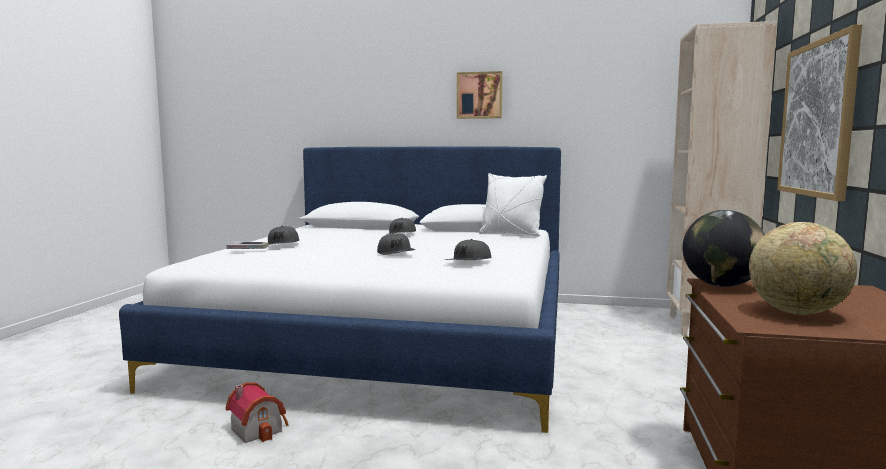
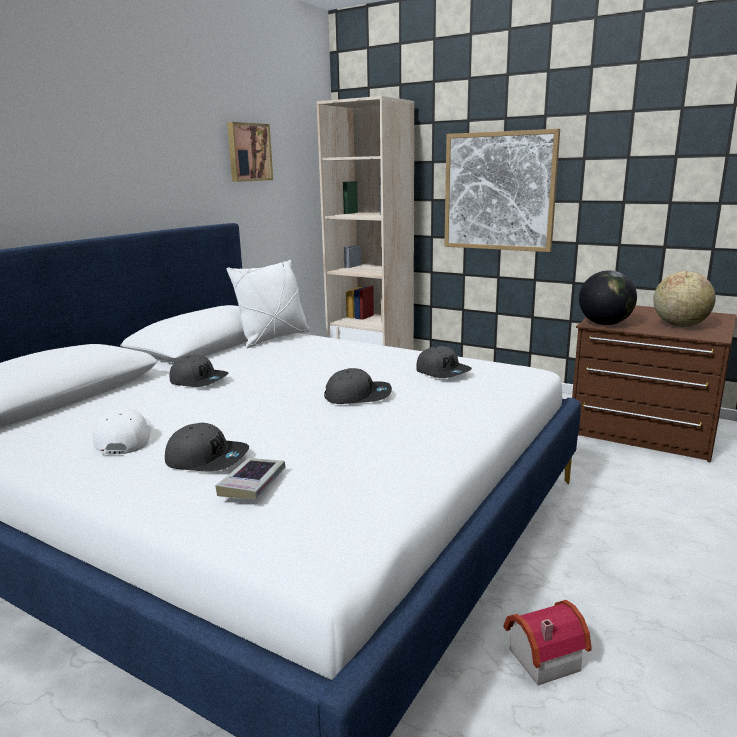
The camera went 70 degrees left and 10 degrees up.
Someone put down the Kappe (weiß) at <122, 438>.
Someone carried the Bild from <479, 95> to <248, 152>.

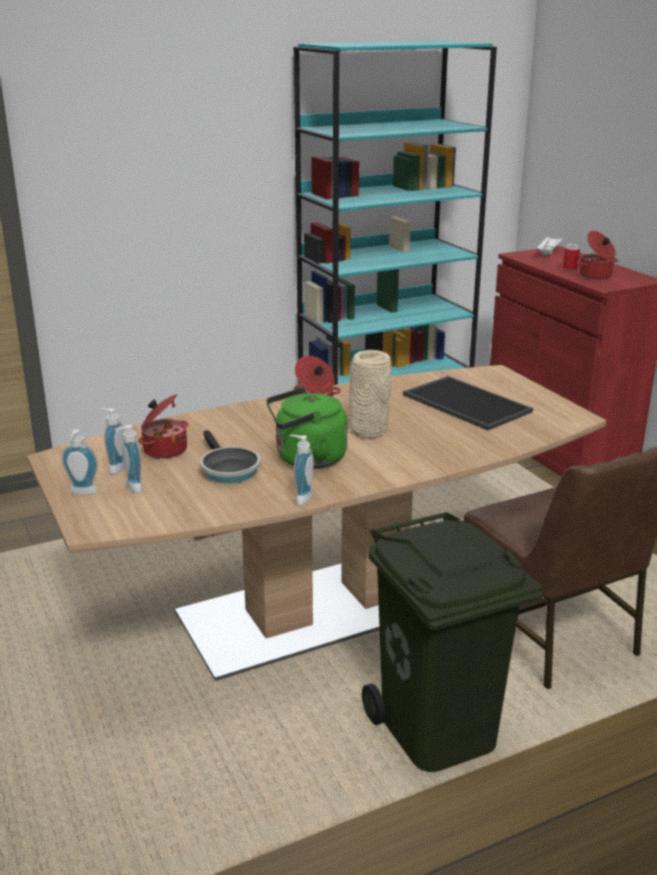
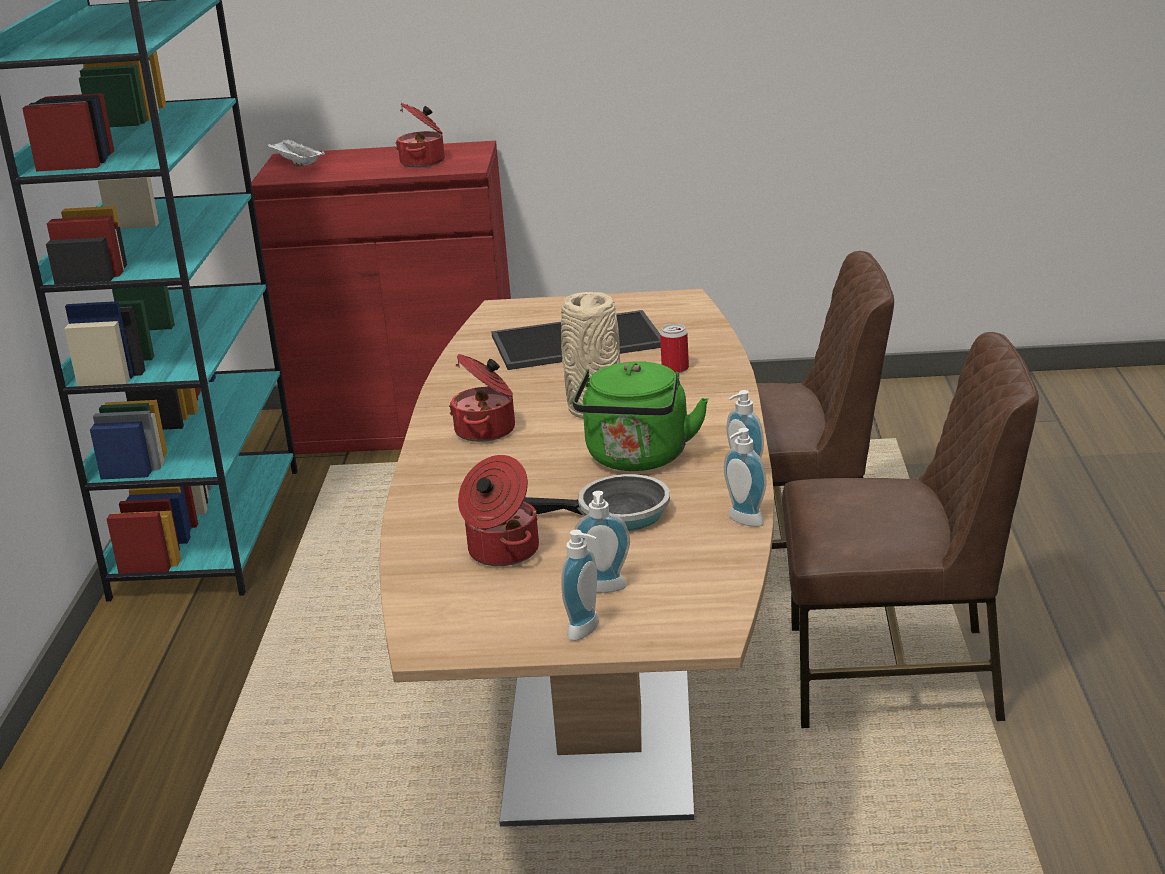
The camera went 60 degrees left and 0 degrees up.
Someone carried the Dose from <570, 269> to <675, 369>.
Someone carried the Seifenspender from <114, 468> to <743, 522>.
Someone swapped the Mülleimer (grün) at <436, 731> for the Stuhl (braun) at <898, 675>.

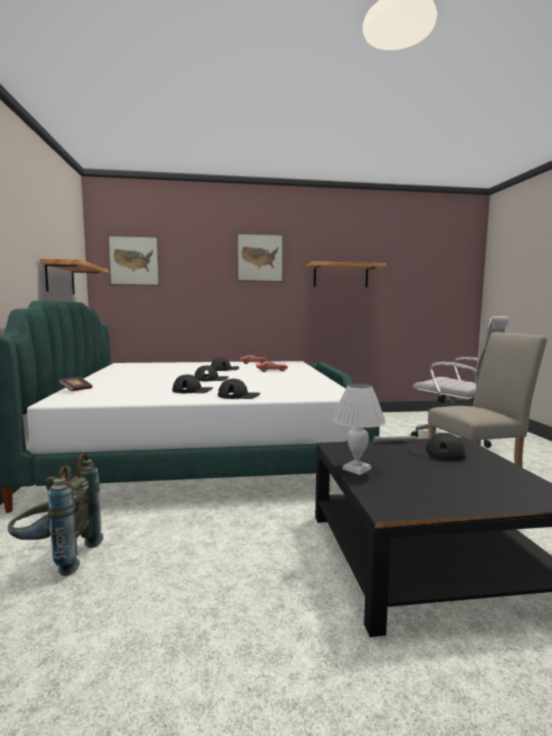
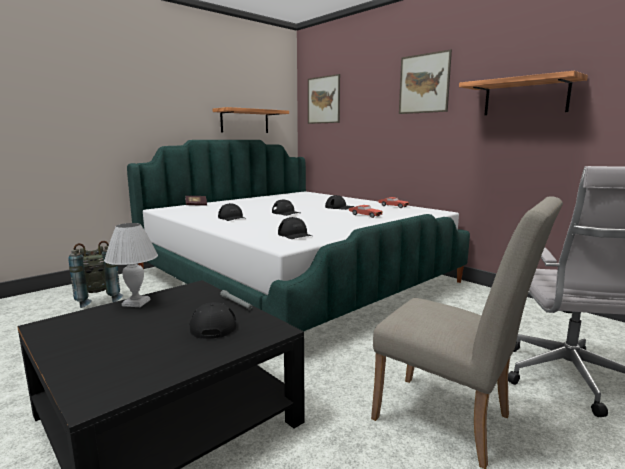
The camera went 55 degrees right and 5 degrees up.
Someone carried the Kappe (schwarz) from <239, 396> to <295, 235>.

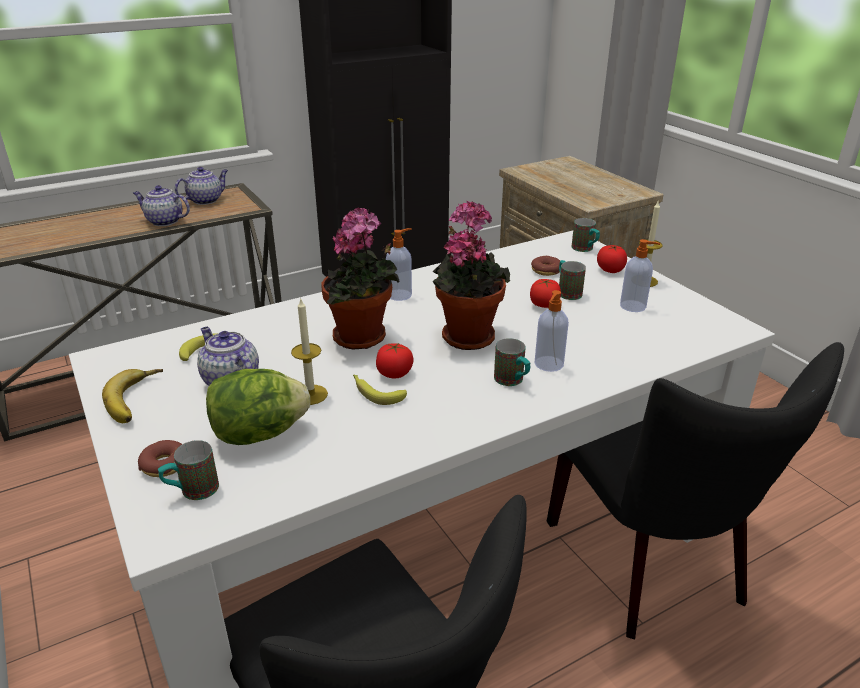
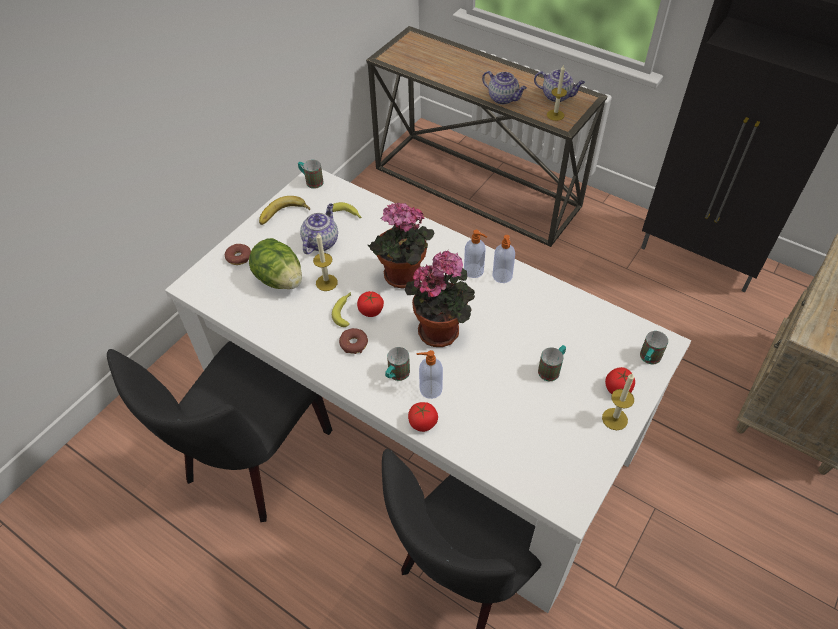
The camera went 65 degrees right and 20 degrees up.
Someone carried the Henkelbecher from <192, 491> to <311, 181>.
Someone carried the Donut from <546, 271> to <353, 344>.
Someone carried the Tomate from <544, 305> to <423, 422>.
Someone rotated the Teekanne at <164, 221> by 135 degrees clockwise.
Someone carried the Seifenspender from <634, 306> to <502, 276>.
Someone put down the Kerze at <555, 115>.

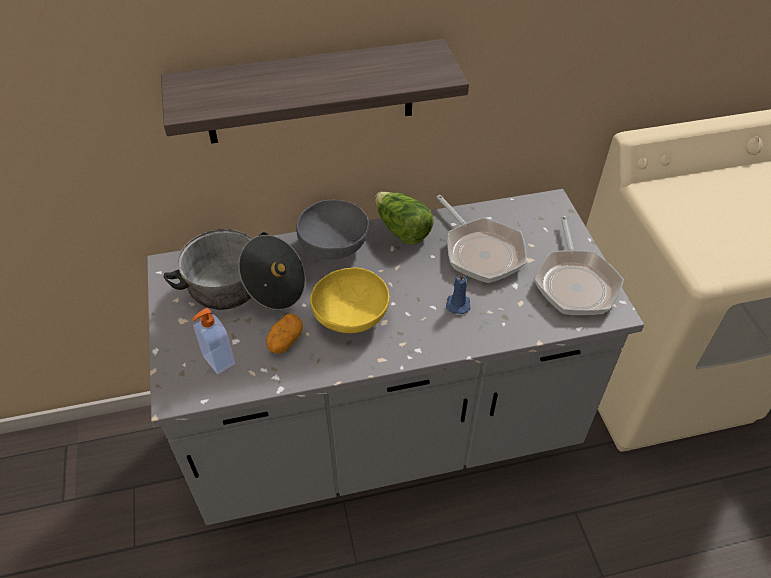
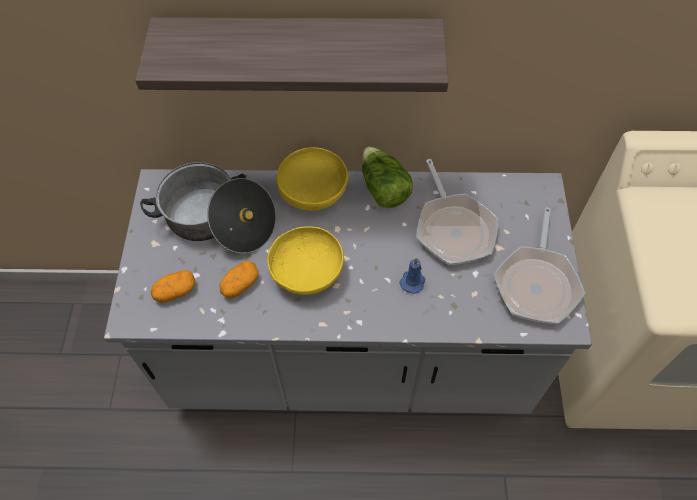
The camera went 15 degrees right and 10 degrees up.
Someone swapped the Seifenspender at <218, 360> for the Kartoffel at <175, 291>.
Someone repainted the Schüssel (grau) at <334, 244>, which became the Schüssel (gelb) at <314, 192>.

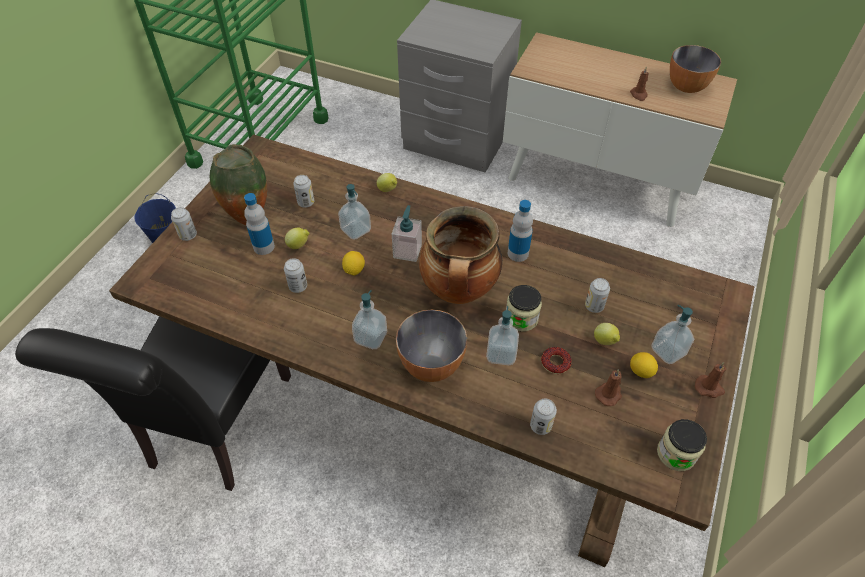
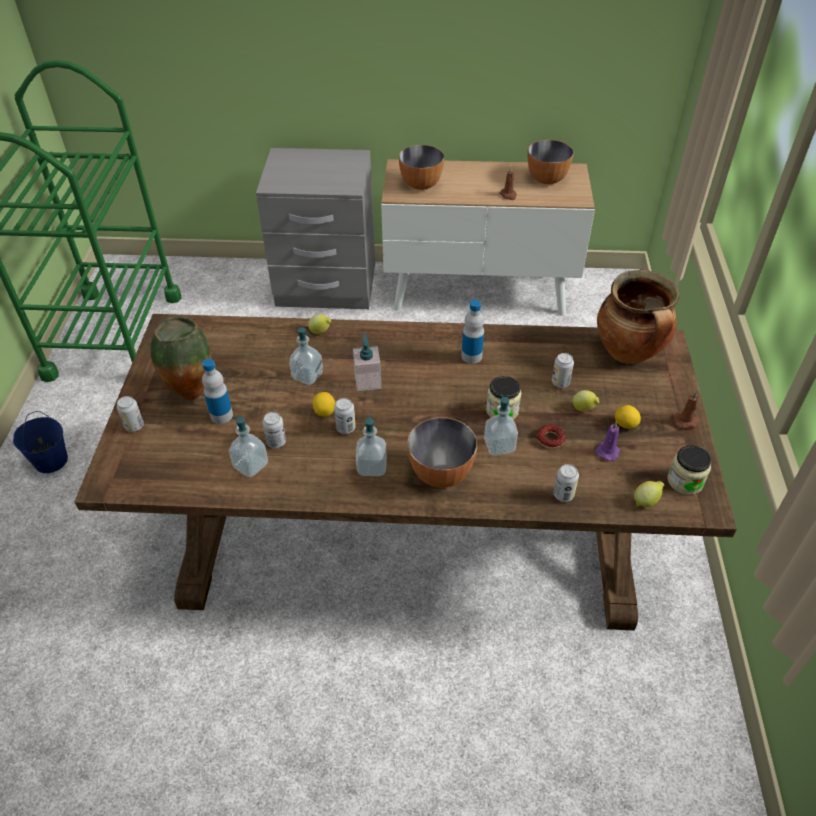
The camera went 20 degrees left and 5 degrees down.
Someone carried the Seifenspender from <668, 351> to <251, 465>.
Someone carried the Dose from <306, 202> to <346, 428>.
Someone put down the Schüssel at <421, 185>.
Someone repainted the Kerze (braun) at <609, 394>, which became the Kerze (lila) at <608, 451>.
Someone carried the Kochtopf from <459, 291> to <630, 354>.
Someone carried the Zitrone from <299, 245> to <646, 501>.
Someone took away the Stuhl (schwarz) at <215, 428>.

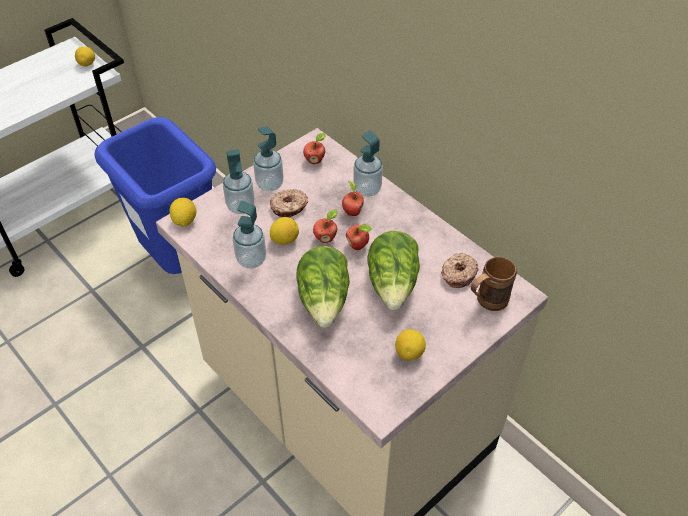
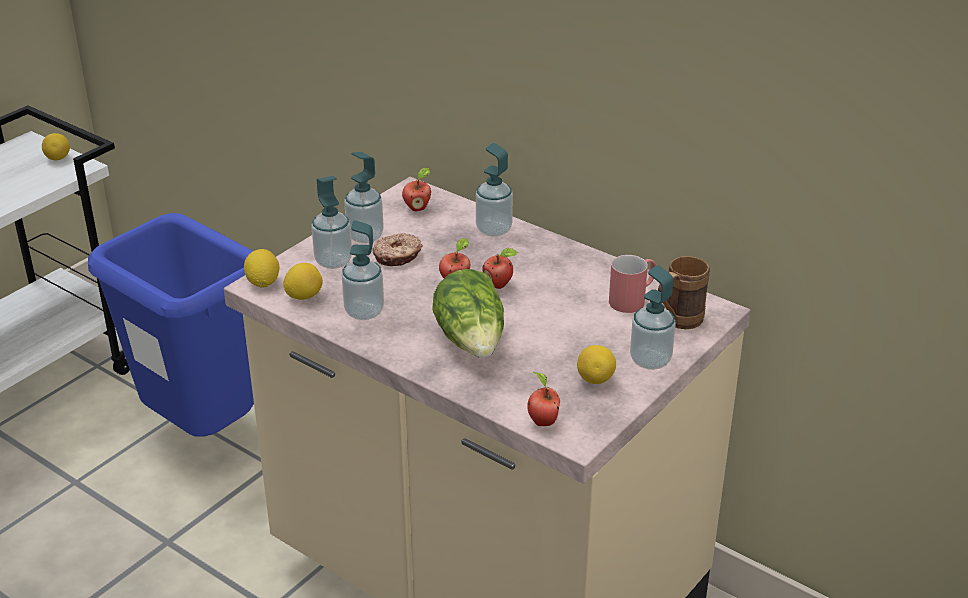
The camera went 10 degrees left and 15 degrees down.
Someone carried the Zitrone from <284, 240> to <304, 296>.
Someone carried the Apfel from <352, 212> to <542, 421>.
Someone swapped the Donut at <458, 274> for the Henkelbecher (rot) at <633, 299>.
Someone put down the Seifenspender at <650, 360>.
Someone took away the Salatkopf at <393, 284>.

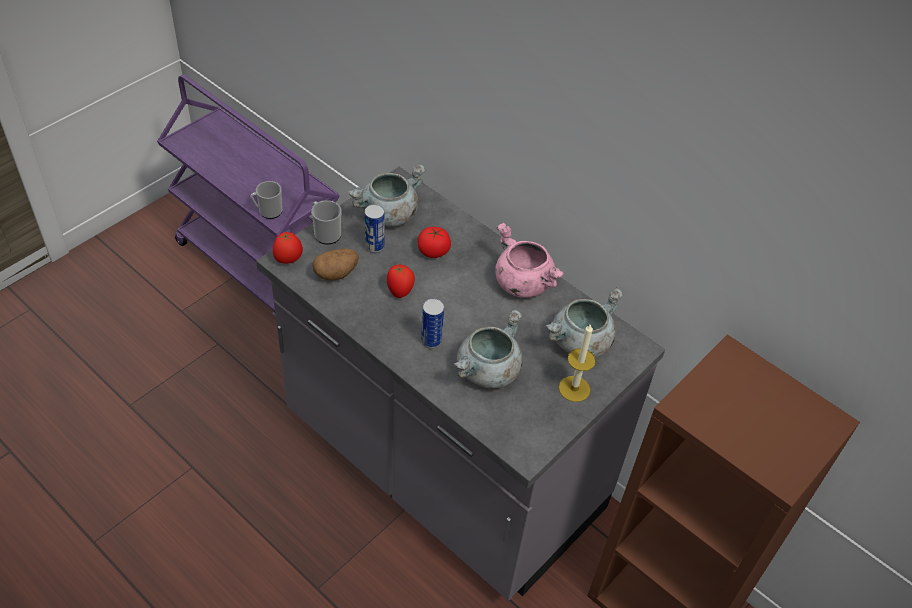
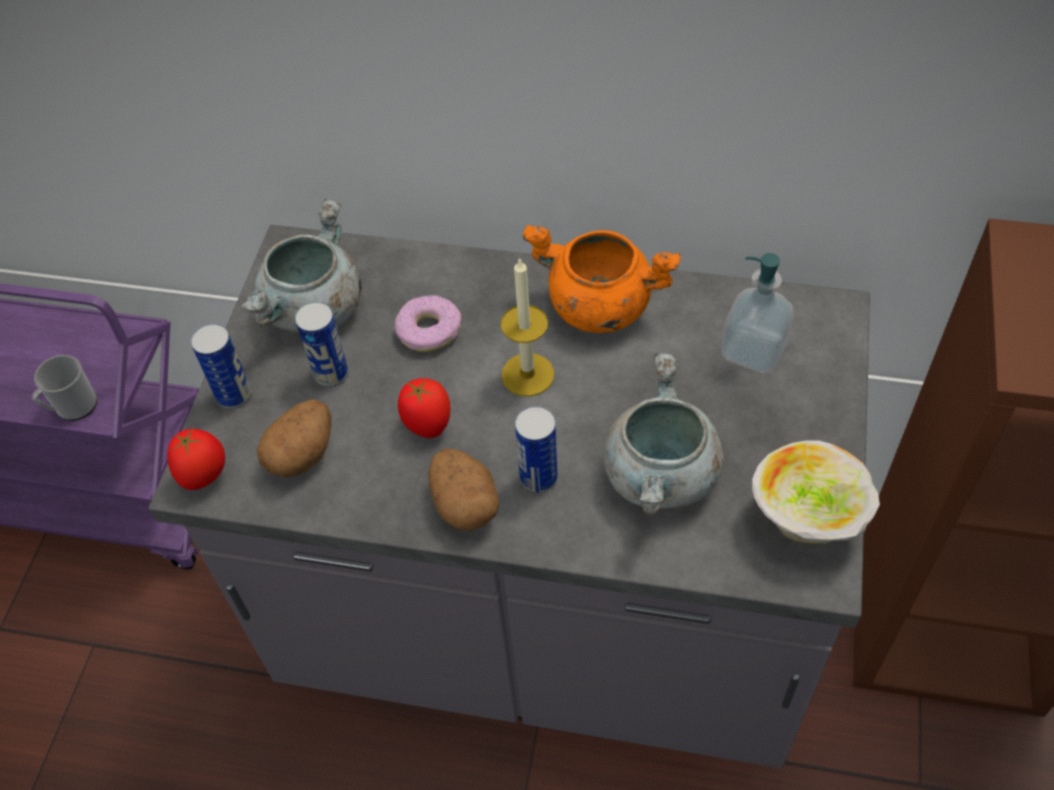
The camera went 25 degrees left and 5 degrees up.
Someone swapped the Henkelbecher at <325, 233> for the Dose at <234, 395>.
Someone swapped the Tomate at <433, 251> for the Donut at <428, 330>.
Someone put down the Kartoffel at <464, 504>.
Someone carried the Kerze from <574, 389> to <527, 374>.
Someone repainted the Kochtopf (rosa) at <522, 283>, which became the Kochtopf (orange) at <598, 306>.
Someone swapped the Kochtopf (grau) at <580, 343> for the Seifenspender at <753, 350>.
Someone put down the Schüssel at <805, 522>.

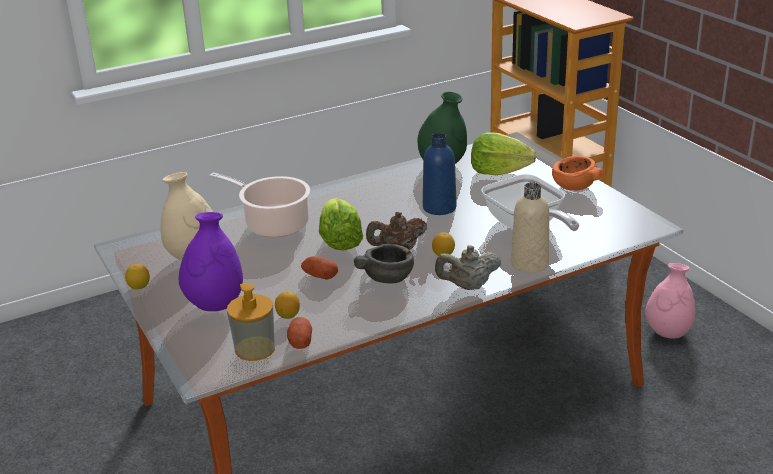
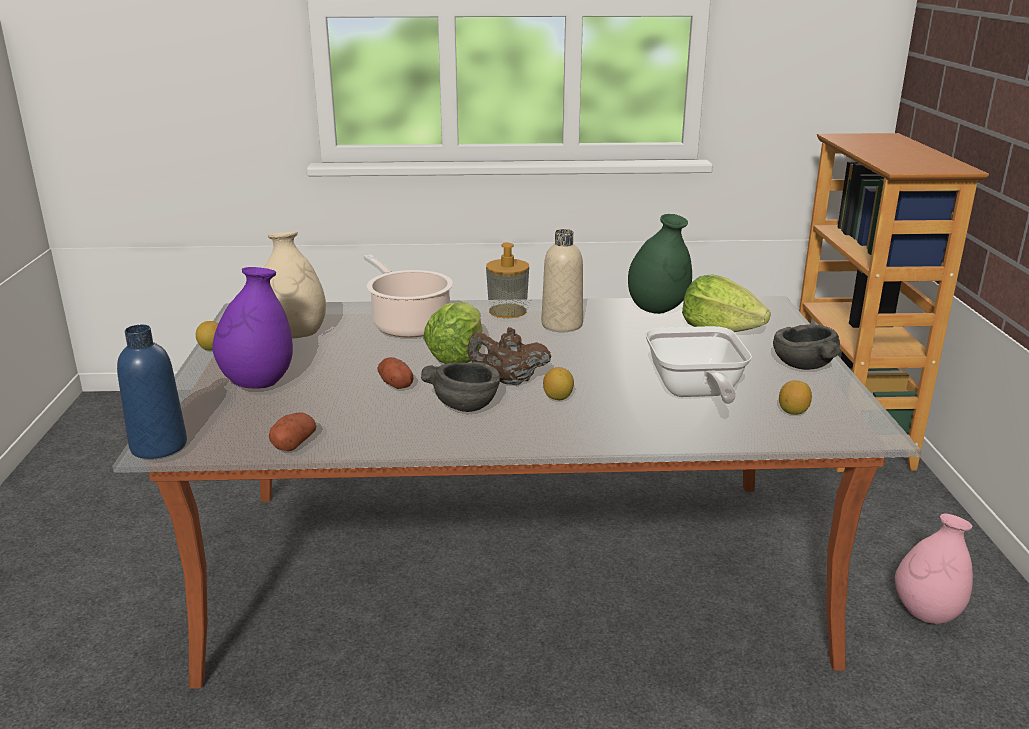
The camera went 25 degrees right and 5 degrees down.
Someone carried the Flasche (blau) from <439, 208> to <159, 446>.
Someone carried the Seifenspender from <255, 349> to <507, 311>.
Someone carried the Flasche (beige) from <529, 263> to <562, 324>.
Someone repainted the Schüssel (orange) at <574, 187>, which became the Schüssel (grau) at <803, 365>.
Someone carried the Zitrone from <288, 315> to <793, 412>.
Someone took away the Teekanne (beige) at <468, 286>.

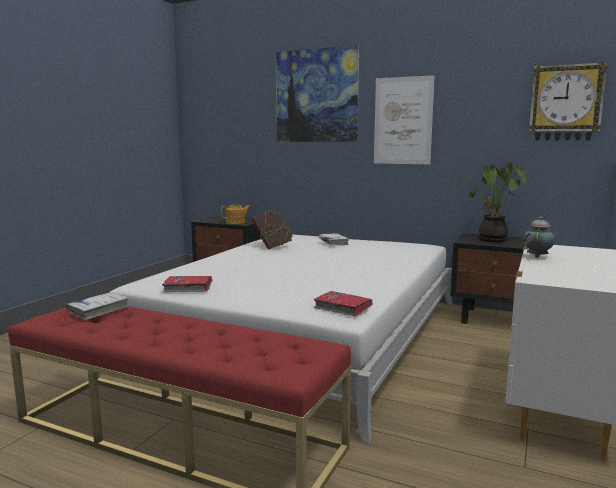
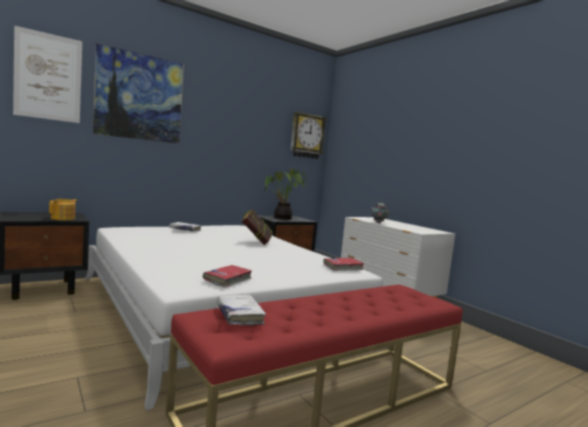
The camera went 60 degrees left and 5 degrees down.
Someone carried the Bild from <403, 121> to <48, 77>.
Someone carried the Buch from <272, 246> to <256, 242>.

